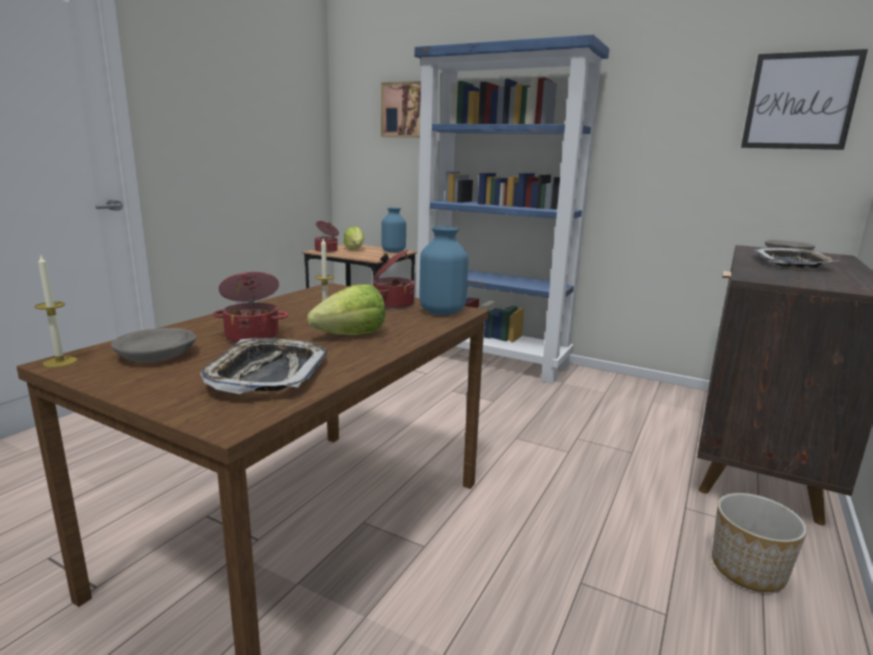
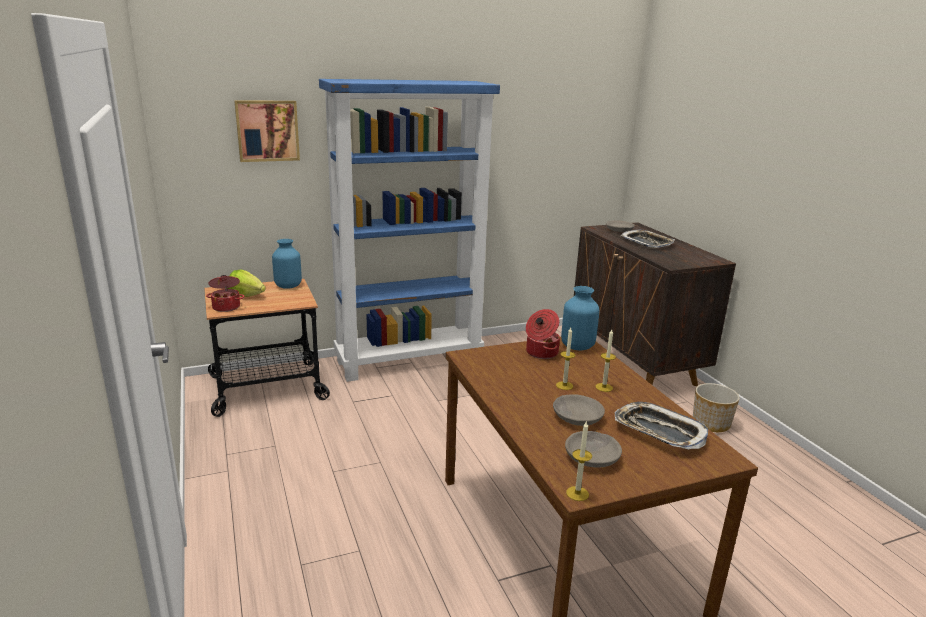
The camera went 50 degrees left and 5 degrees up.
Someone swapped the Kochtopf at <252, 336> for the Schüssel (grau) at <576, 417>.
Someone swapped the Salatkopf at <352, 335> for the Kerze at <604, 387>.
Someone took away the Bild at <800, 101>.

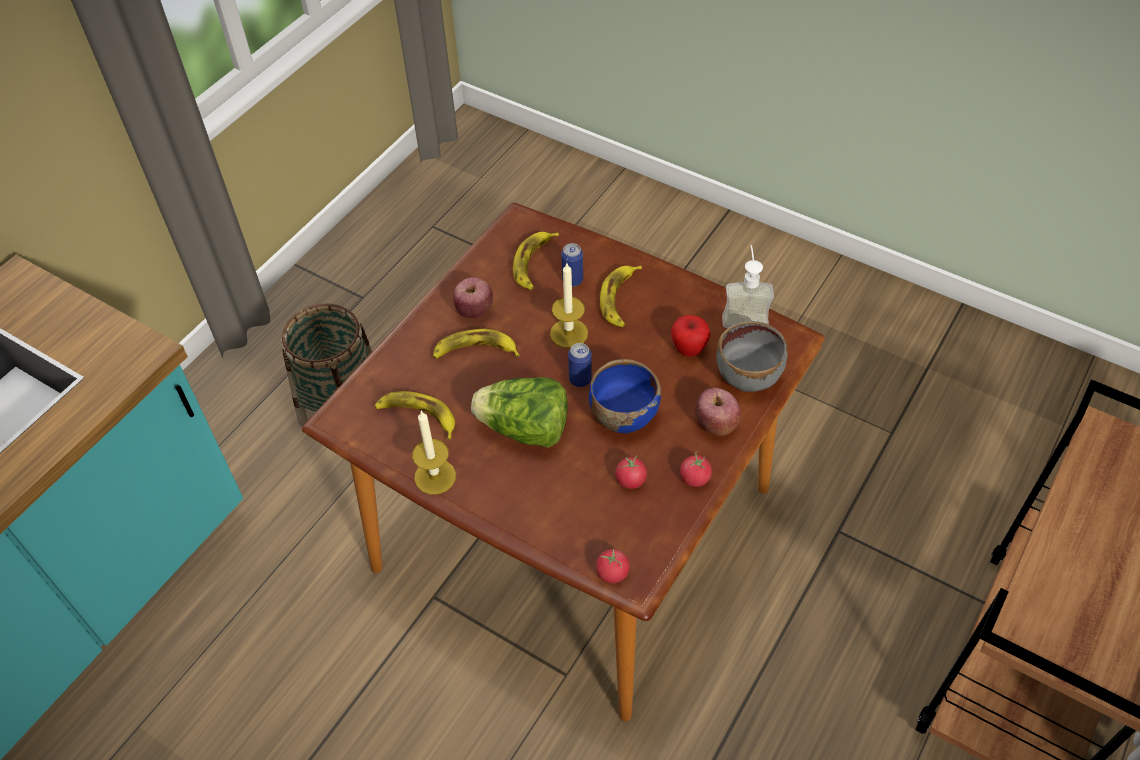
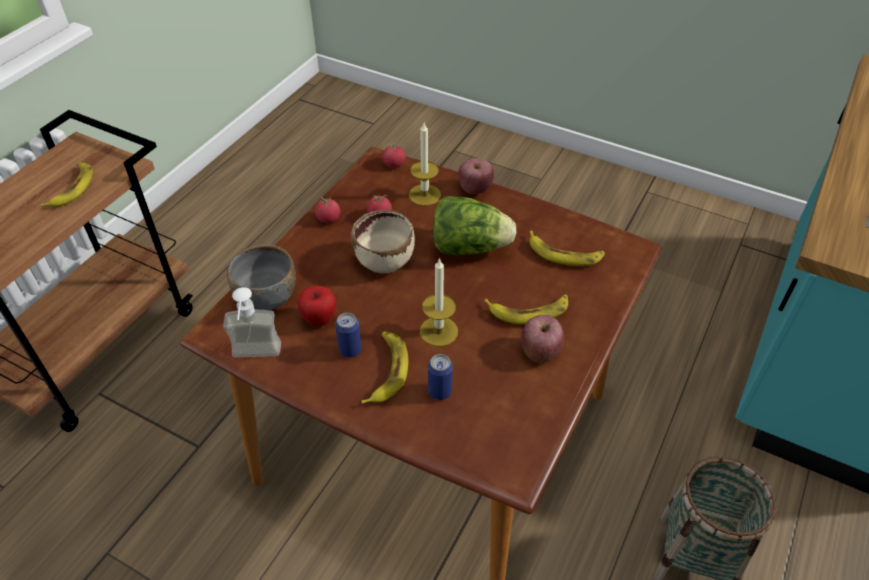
The camera went 175 degrees right and 5 degrees down.
Someone carried the Banane from <534, 263> to <73, 188>.
Someone carried the Dose from <580, 379> to <350, 350>.
Someone repainted the Schüssel (blau) at <623, 415>, which became the Schüssel (beige) at <385, 261>.
Someone carried the Kerze from <435, 476> to <424, 195>.
Someone carried the Apfel from <716, 424> to <475, 189>.

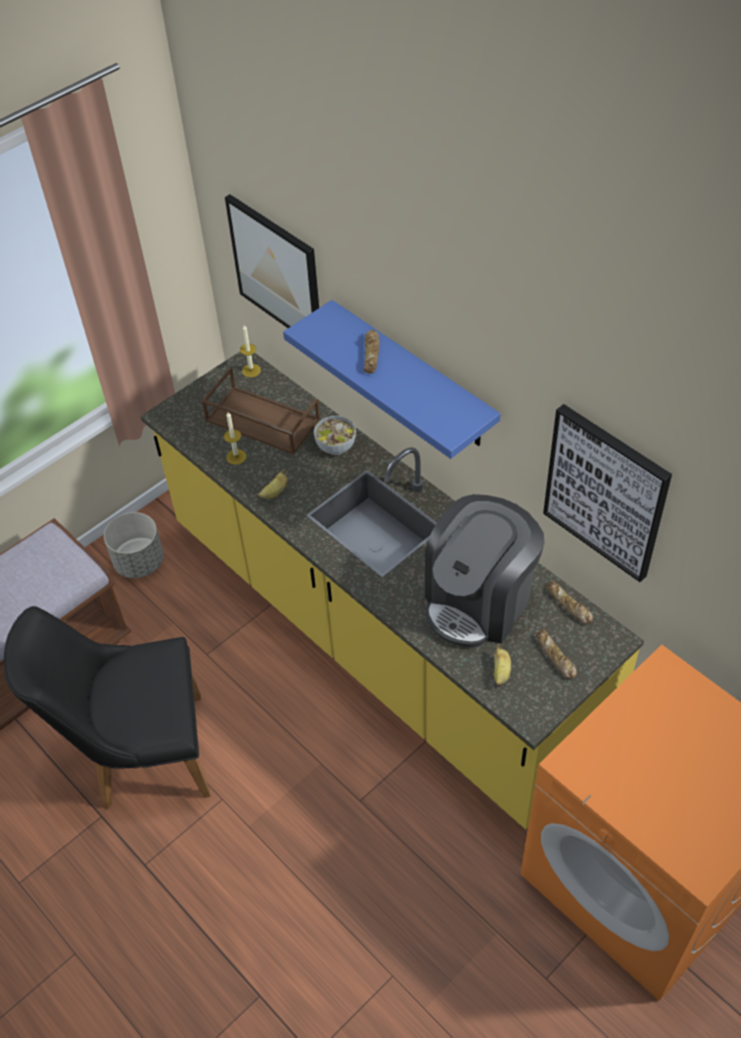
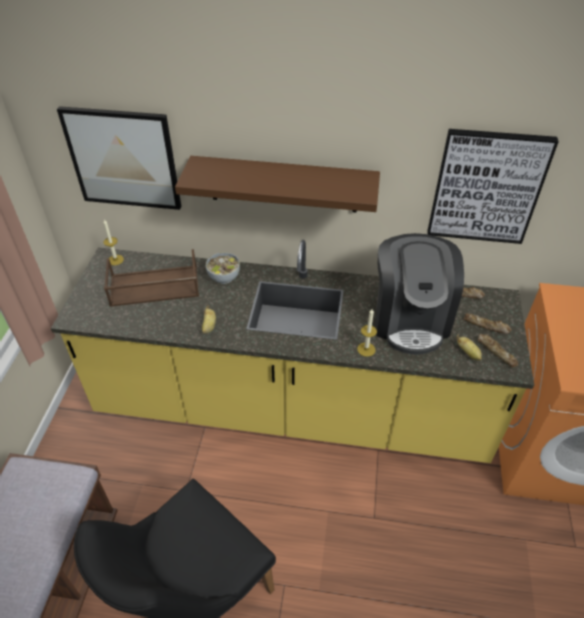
The camera went 40 degrees left and 5 degrees down.
Someone repainted the Wandregal (blau) at <412, 376>, which became the Wandregal (braun) at <283, 184>.
Someone carried the Kerze from <236, 457> to <366, 349>.
Someone carried the Brot from <372, 354> to <496, 352>.
Someone took away the Pflanzkübel (grau) at <139, 562>.

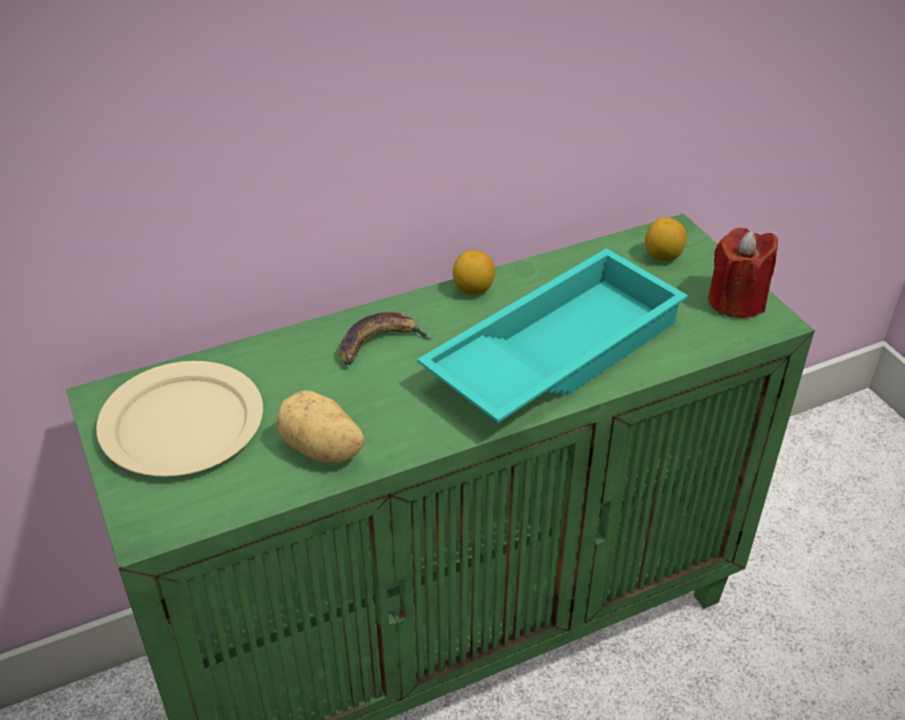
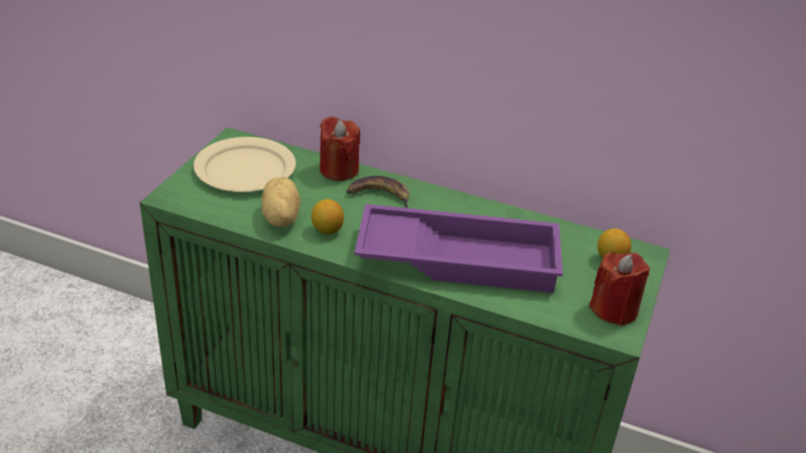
The camera went 45 degrees right and 5 degrees down.
Someone carried the Zitrone from <473, 290> to <327, 230>.
Someone put down the Kerze (rot) at <339, 170>.
Someone repainted the Tablett (türkis) at <554, 351>, which became the Tablett (lila) at <459, 257>.

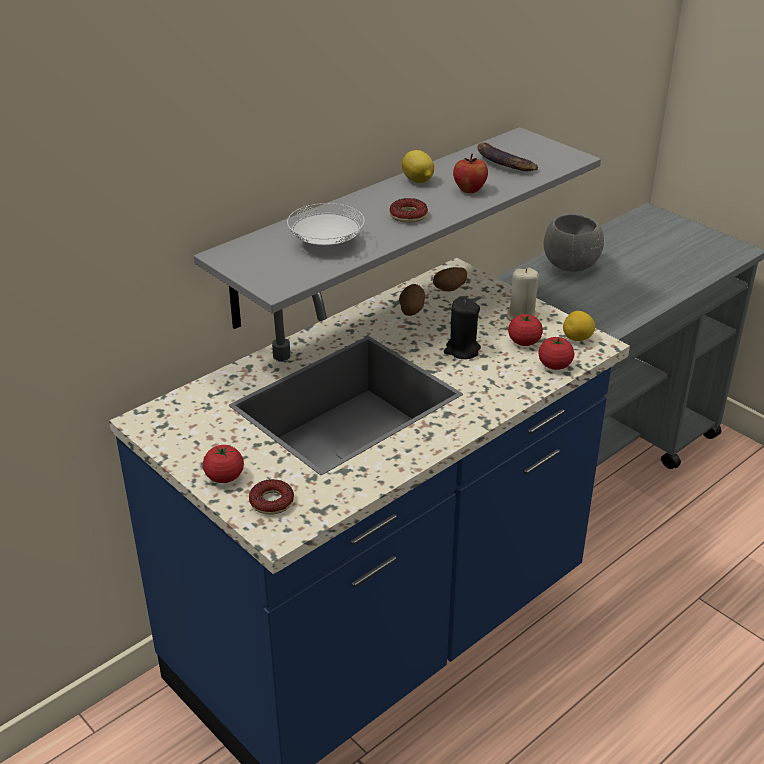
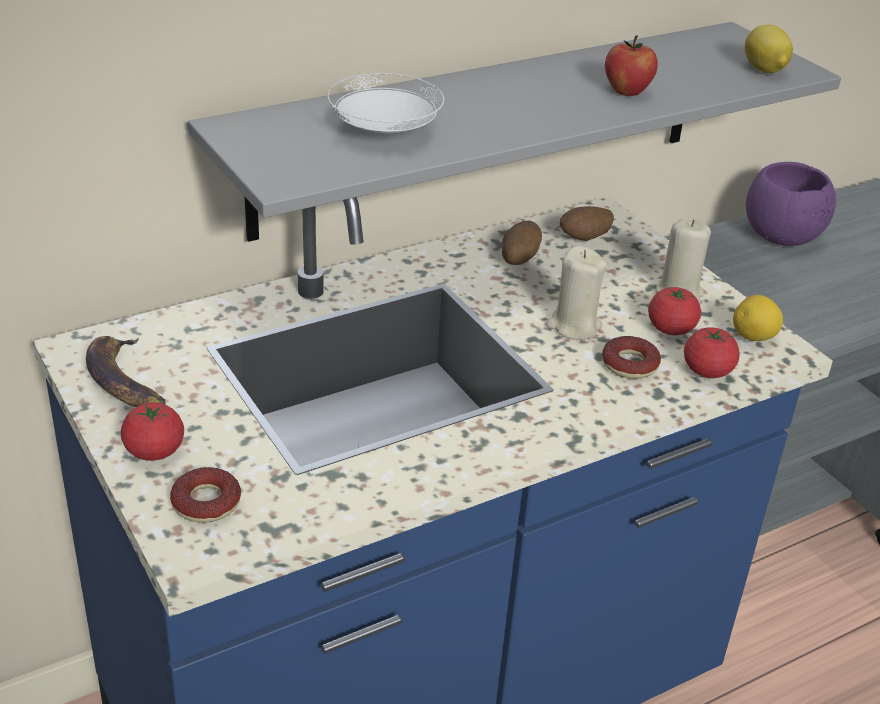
The camera went 10 degrees right and 0 degrees up.
Someone carried the Banane from <503, 163> to <124, 380>.
Someone repainted the Kerze (schwarz) at <462, 350>, which became the Kerze (beige) at <573, 326>.
Someone carried the Donut from <408, 215> to <629, 364>.
Someone carried the Zitrone from <418, 181> to <764, 70>.
Someone repainted the Schüssel (grau) at <570, 265>, which became the Schüssel (lila) at <781, 236>.

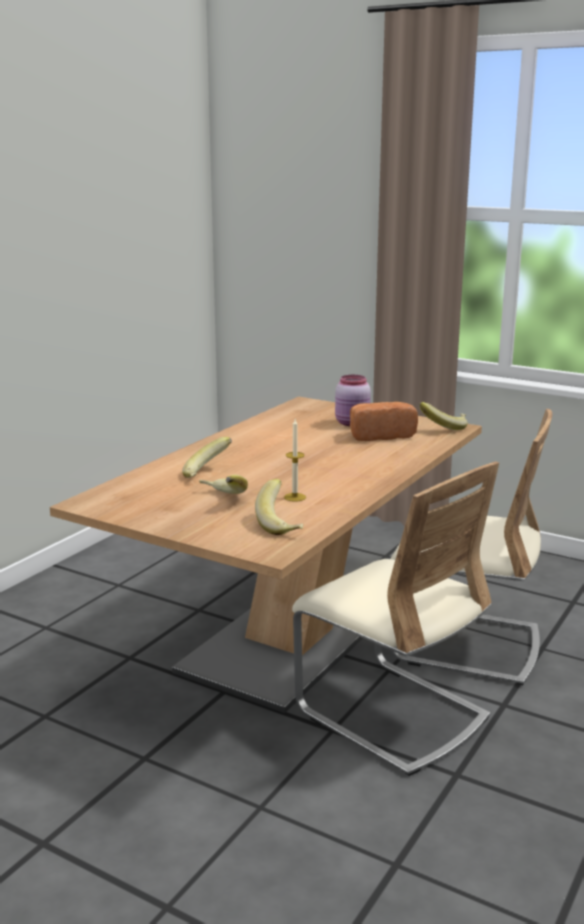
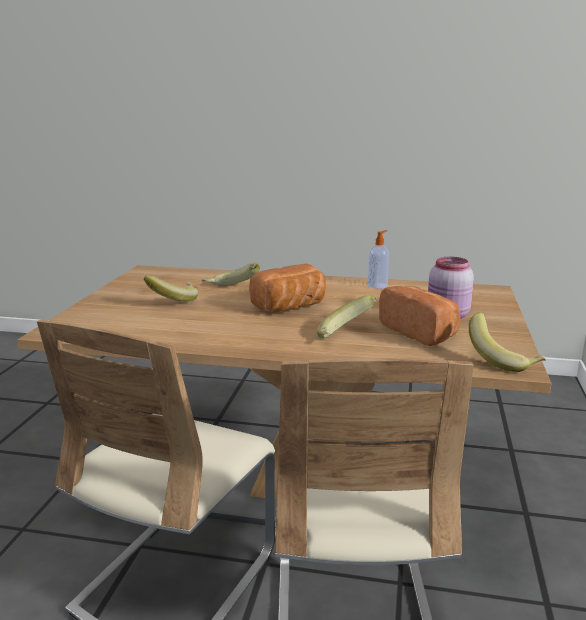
The camera went 70 degrees right and 0 degrees up.
Someone put down the Brot at <291, 307>.
Someone carried the Banane from <282, 525> to <346, 336>.
Someone put down the Seifenspender at <378, 285>.
Someone took away the Kerze at <295, 497>.

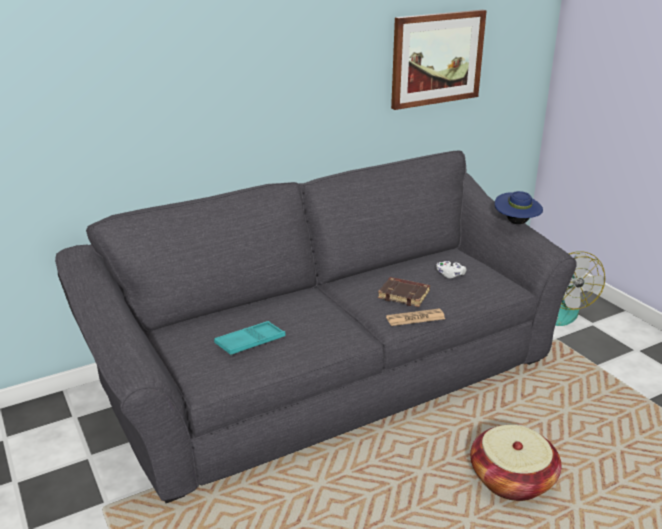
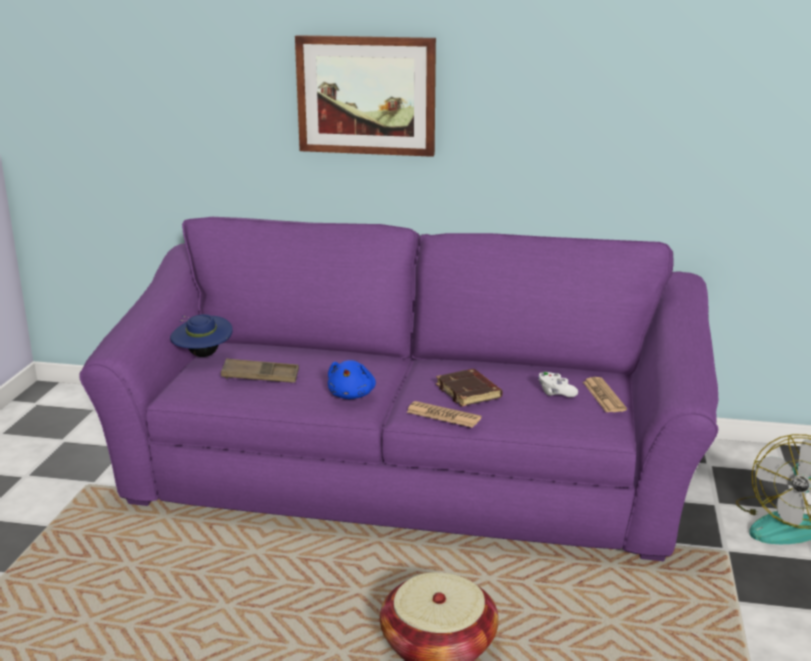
The camera went 40 degrees right and 5 degrees down.
Someone repainted the Sofa (grau) at <330, 373>, which became the Sofa (lila) at <406, 471>.
Someone carried the Hut (blau) from <516, 223> to <203, 355>.
Someone repainted the Tablett (türkis) at <250, 342>, which became the Tablett (braun) at <260, 376>.
Someone carried the Bild from <437, 58> to <366, 95>.
Someone put down the Plüschtier (blau) at <352, 395>.
Someone put down the Zeitung at <603, 396>.

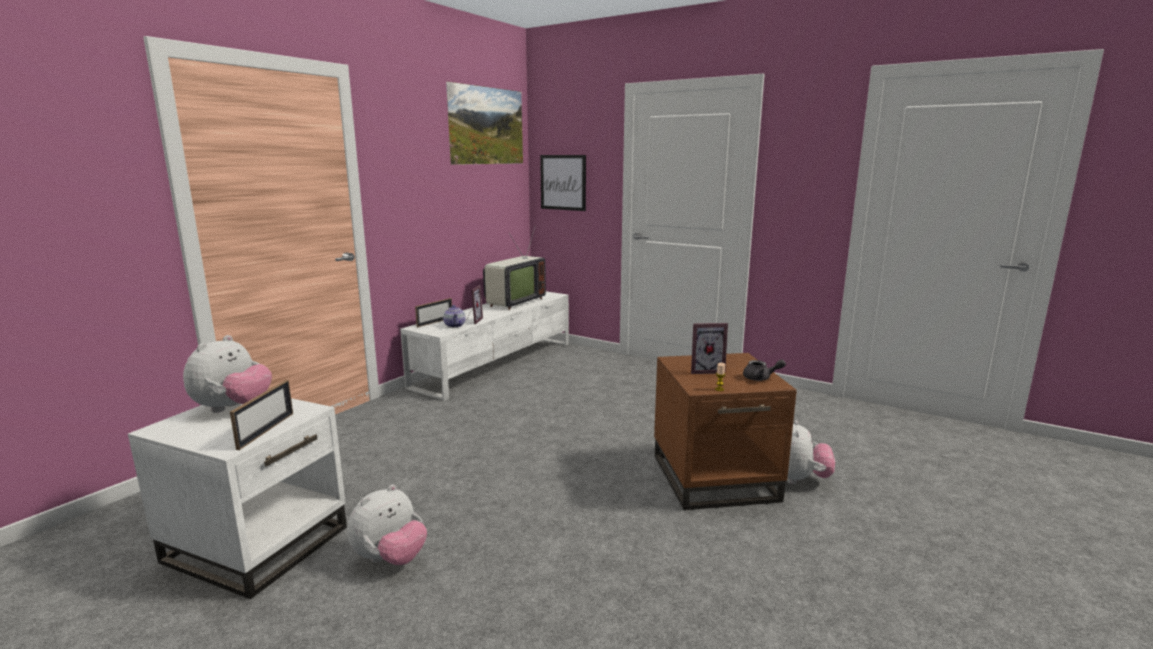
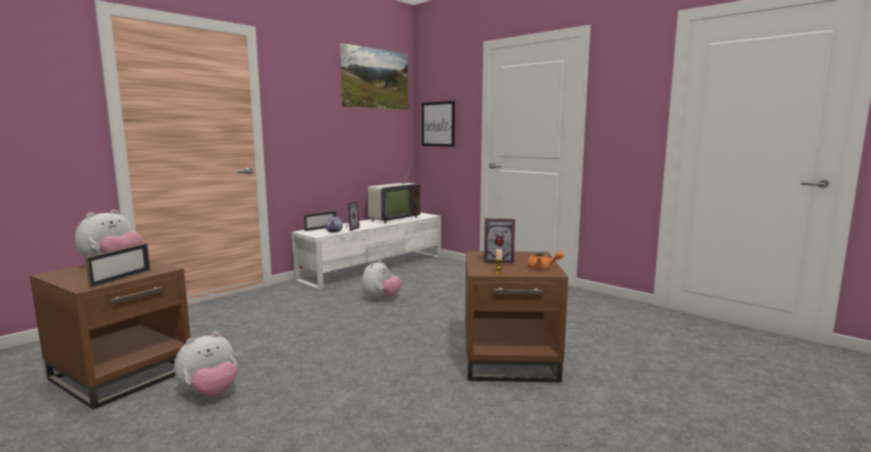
The camera went 10 degrees right and 5 degrees down.
Someone repainted the Beistelltisch (weiß) at <258, 543>, which became the Beistelltisch (braun) at <122, 373>.
Someone carried the Plüschtier from <800, 479> to <381, 298>.
Someone repainted the Teekanne (grau) at <761, 378>, which became the Teekanne (orange) at <542, 268>.

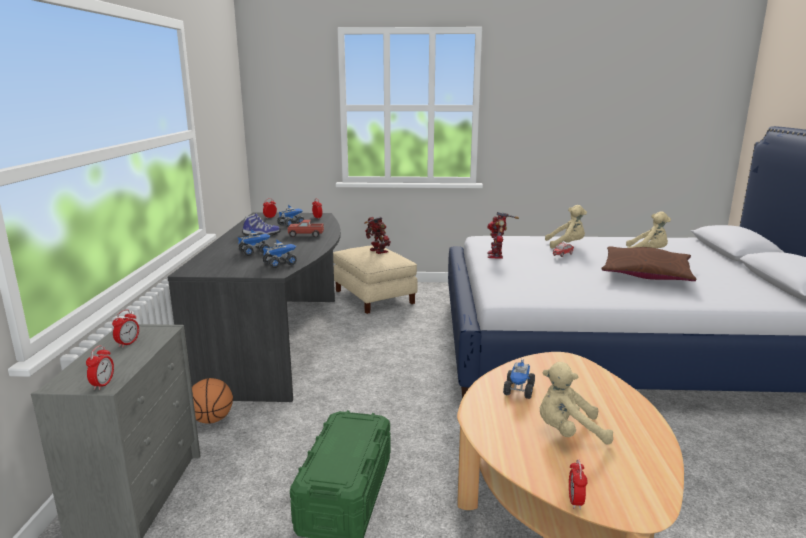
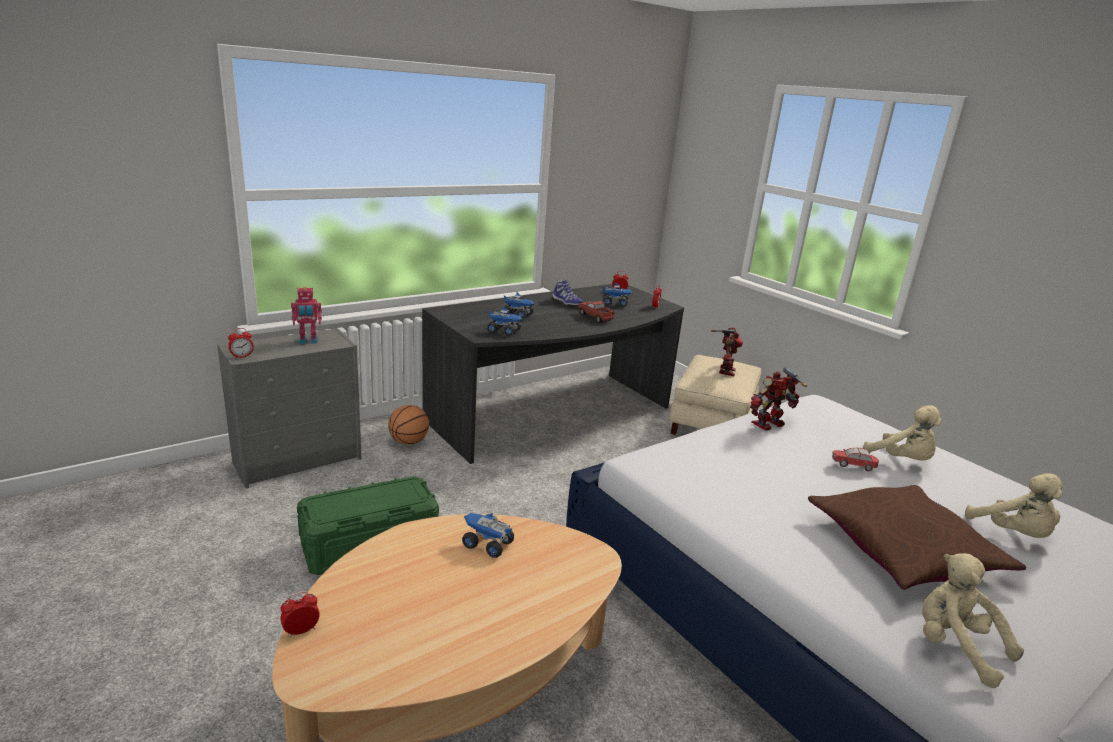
The camera went 50 degrees right and 5 degrees up.
Someone swapped the Wecker at <128, 343> for the Spielzeugroboter at <308, 341>.
Someone rotated the Spielzeuglaster at <519, 391> by 45 degrees clockwise.
Someone carried the Plüschtier (beige) from <568, 432> to <954, 646>.

